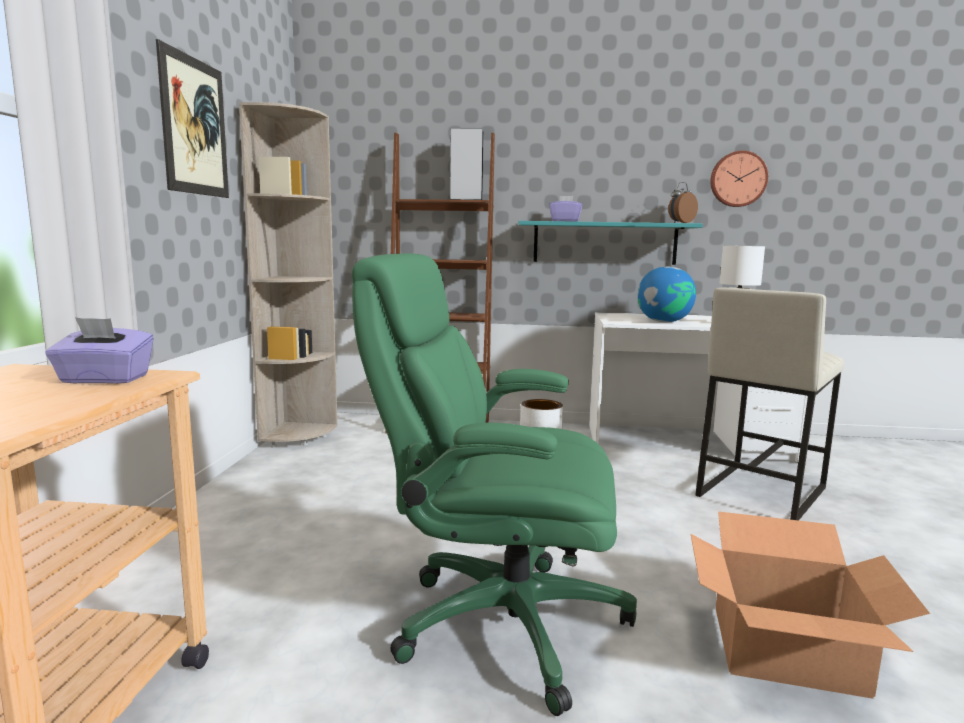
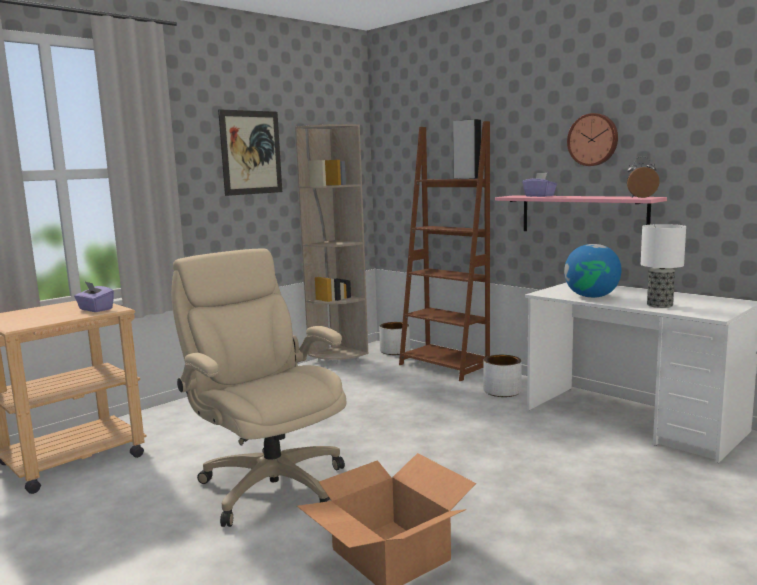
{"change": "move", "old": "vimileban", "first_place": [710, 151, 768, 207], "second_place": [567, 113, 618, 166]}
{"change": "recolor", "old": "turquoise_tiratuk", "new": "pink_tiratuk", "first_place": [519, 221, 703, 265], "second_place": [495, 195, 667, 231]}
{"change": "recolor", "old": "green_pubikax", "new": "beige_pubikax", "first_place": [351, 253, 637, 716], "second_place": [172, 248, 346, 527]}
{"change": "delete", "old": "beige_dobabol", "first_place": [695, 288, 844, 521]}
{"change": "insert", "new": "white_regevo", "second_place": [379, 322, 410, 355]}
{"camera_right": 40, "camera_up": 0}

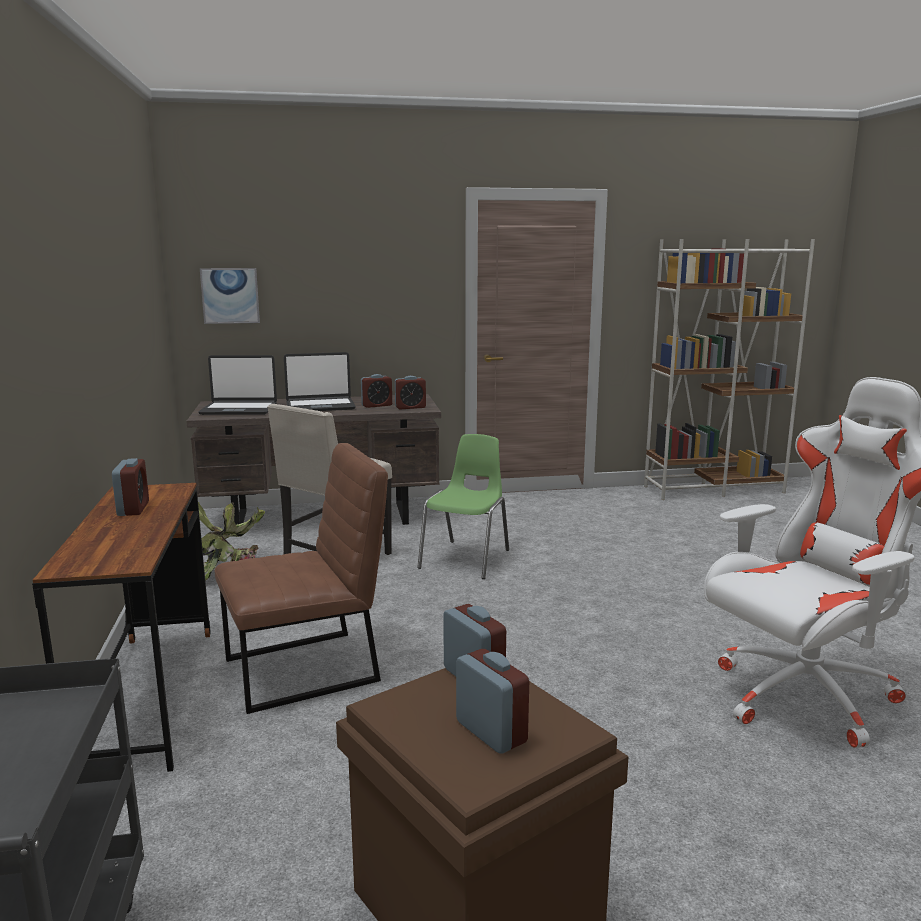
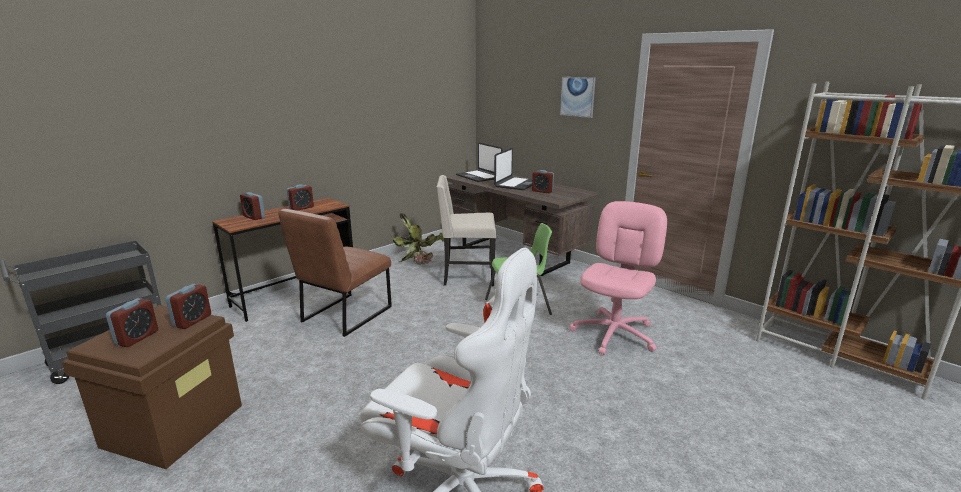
{"change": "move", "old": "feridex", "first_place": [200, 268, 260, 324], "second_place": [560, 77, 596, 118]}
{"change": "rotate", "old": "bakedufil", "first_place": [284, 352, 356, 411], "second_place": [494, 148, 532, 190], "degrees": -105}
{"change": "move", "old": "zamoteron", "first_place": [395, 376, 426, 409], "second_place": [240, 192, 265, 220]}
{"change": "rotate", "old": "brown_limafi", "first_place": [215, 443, 388, 714], "second_place": [278, 209, 392, 337], "degrees": 90}
{"change": "insert", "new": "pink_pubikax", "second_place": [569, 201, 667, 355]}
{"camera_right": 55, "camera_up": 5}

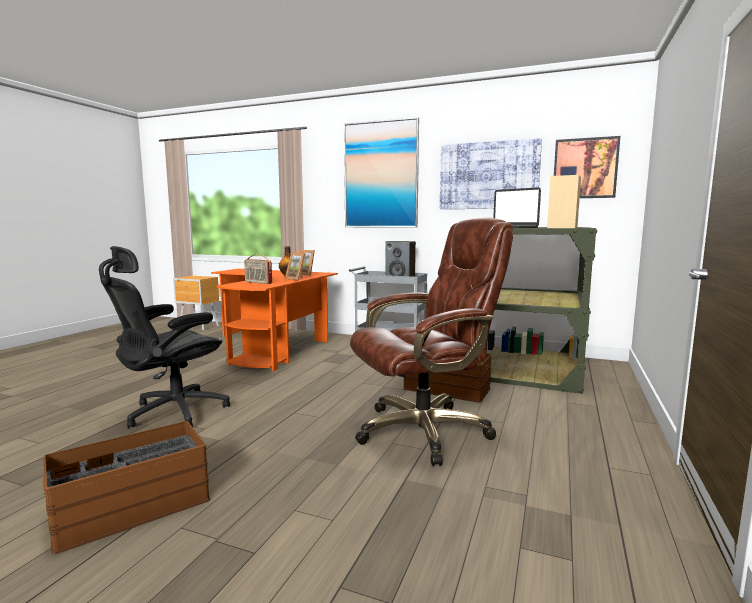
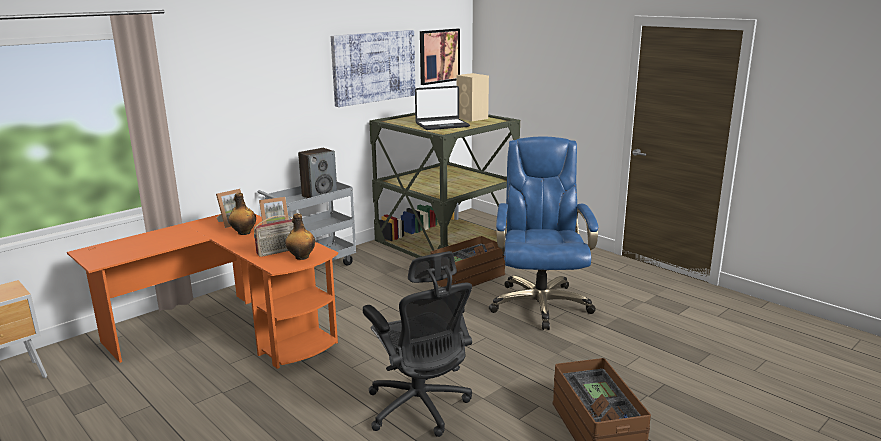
{"change": "delete", "old": "feridex", "first_place": [344, 117, 419, 228]}
{"change": "recolor", "old": "brown_pubikax", "new": "blue_pubikax", "first_place": [350, 217, 513, 466], "second_place": [489, 137, 598, 330]}
{"change": "insert", "new": "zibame", "second_place": [285, 213, 315, 260]}
{"camera_right": -65, "camera_up": 10}

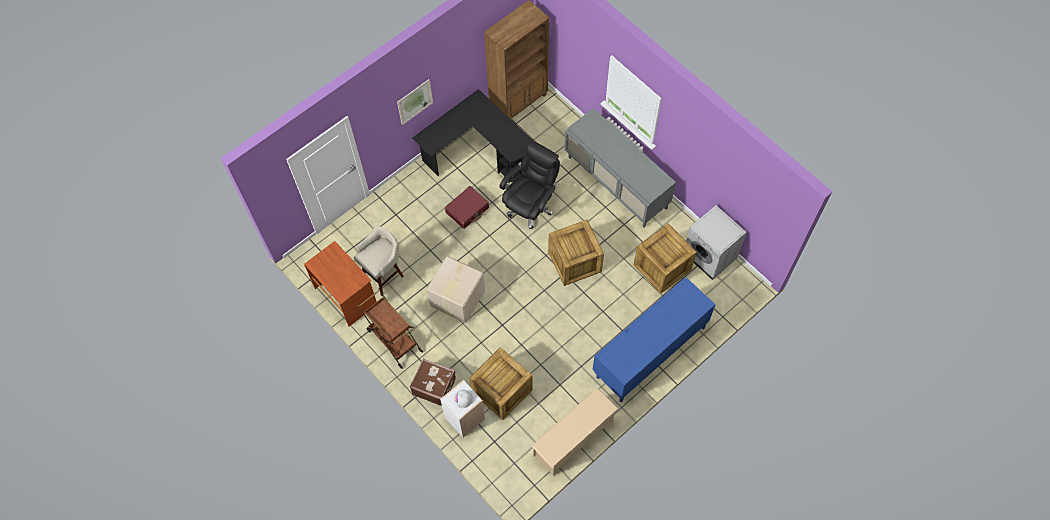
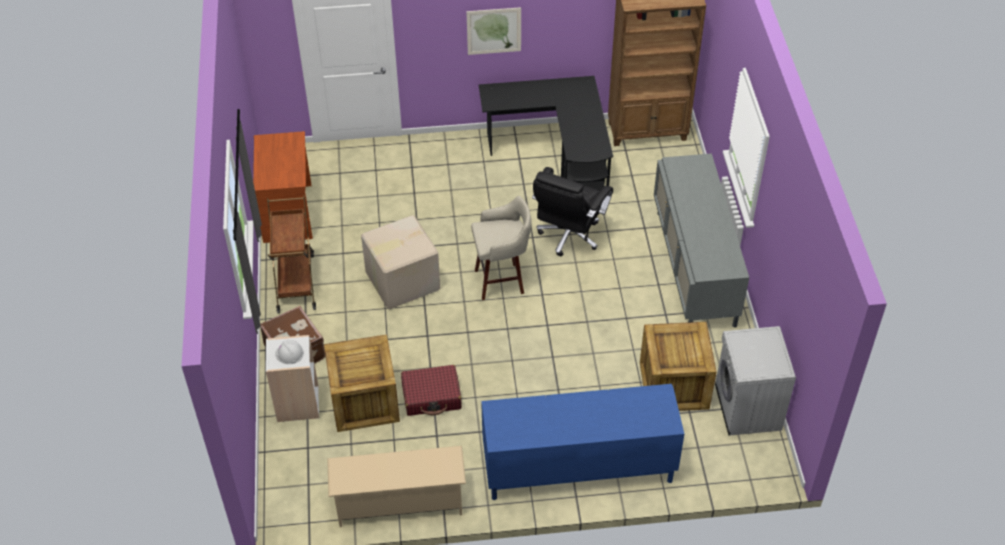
{"change": "rotate", "old": "black_pubikax", "first_place": [499, 141, 560, 229], "second_place": [532, 167, 613, 256], "degrees": 135}
{"change": "move", "old": "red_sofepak", "first_place": [445, 186, 489, 229], "second_place": [401, 365, 462, 416]}
{"change": "delete", "old": "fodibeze", "first_place": [548, 220, 604, 286]}
{"change": "move", "old": "beige_dobabol", "first_place": [354, 225, 404, 296], "second_place": [471, 196, 532, 300]}
{"camera_right": 35, "camera_up": -15}

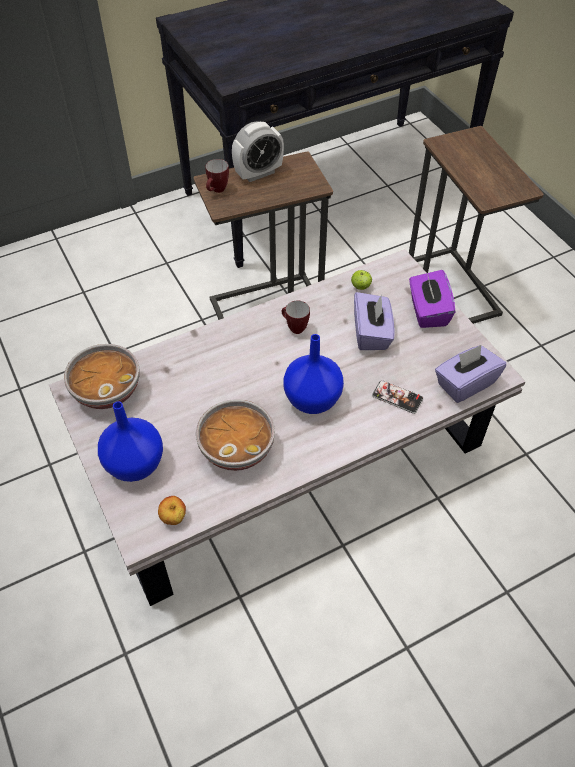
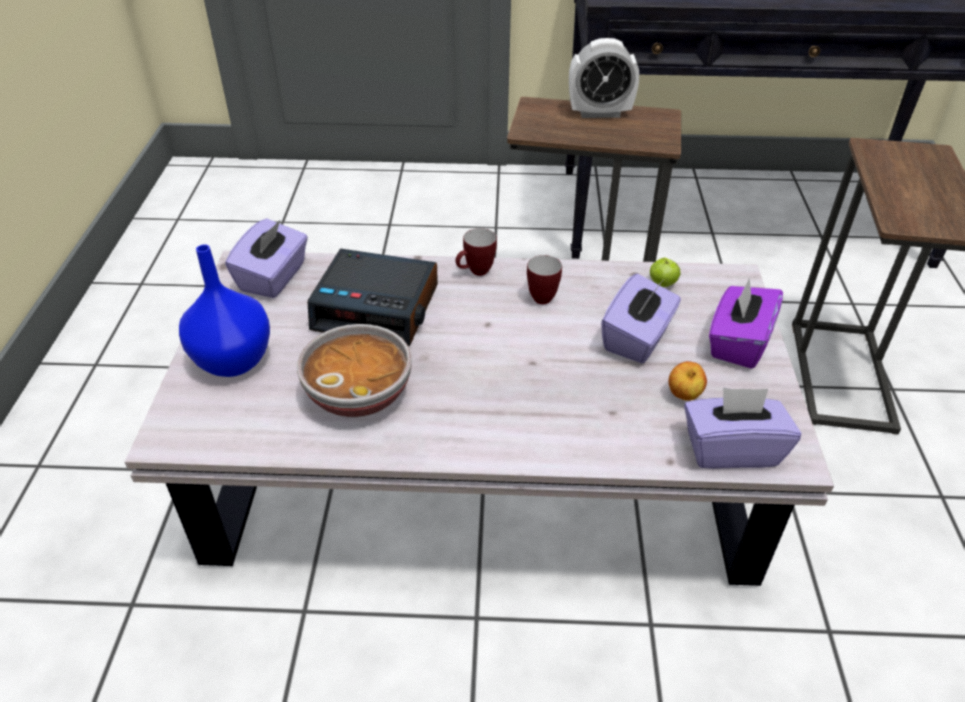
{"change": "move", "old": "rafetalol", "first_place": [205, 159, 229, 193], "second_place": [456, 228, 497, 276]}
{"change": "delete", "old": "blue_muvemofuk", "first_place": [283, 334, 344, 414]}
{"change": "replace", "old": "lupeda", "new": "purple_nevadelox", "first_place": [64, 344, 140, 409], "second_place": [225, 218, 308, 298]}
{"change": "delete", "old": "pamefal", "first_place": [372, 380, 423, 414]}
{"change": "move", "old": "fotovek", "first_place": [158, 496, 186, 525], "second_place": [669, 361, 707, 401]}
{"change": "insert", "new": "zamoteron", "second_place": [307, 249, 438, 346]}
{"camera_right": 30, "camera_up": -10}

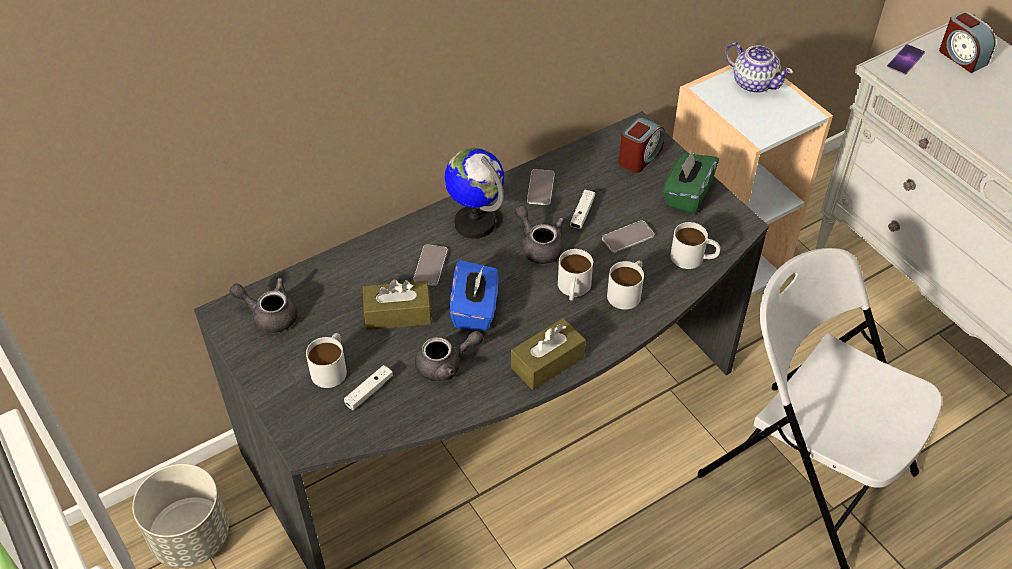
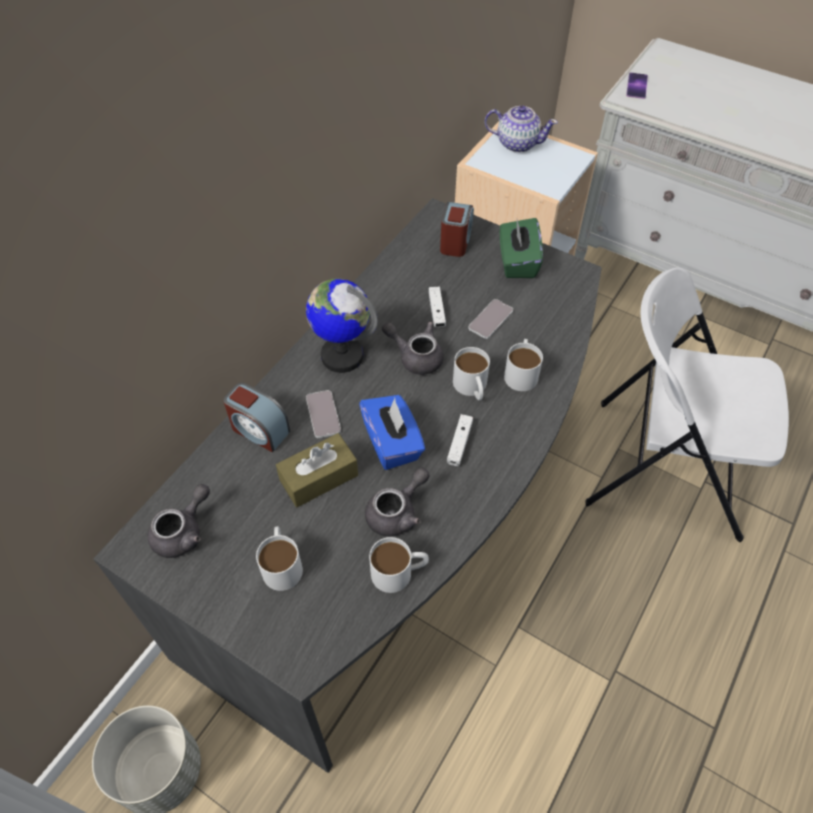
{"change": "move", "old": "zamoteron", "first_place": [939, 11, 995, 73], "second_place": [223, 383, 290, 452]}
{"change": "delete", "old": "pamefal", "first_place": [527, 169, 555, 205]}
{"change": "move", "old": "white_rafetalol", "first_place": [670, 222, 721, 269], "second_place": [369, 537, 429, 593]}
{"change": "rotate", "old": "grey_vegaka", "first_place": [229, 278, 297, 333], "second_place": [148, 484, 210, 558], "degrees": 135}
{"change": "delete", "old": "brown_nevadelox", "first_place": [511, 318, 586, 390]}
{"change": "move", "old": "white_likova", "first_place": [344, 365, 393, 410], "second_place": [447, 414, 473, 466]}
{"camera_right": -25, "camera_up": 5}

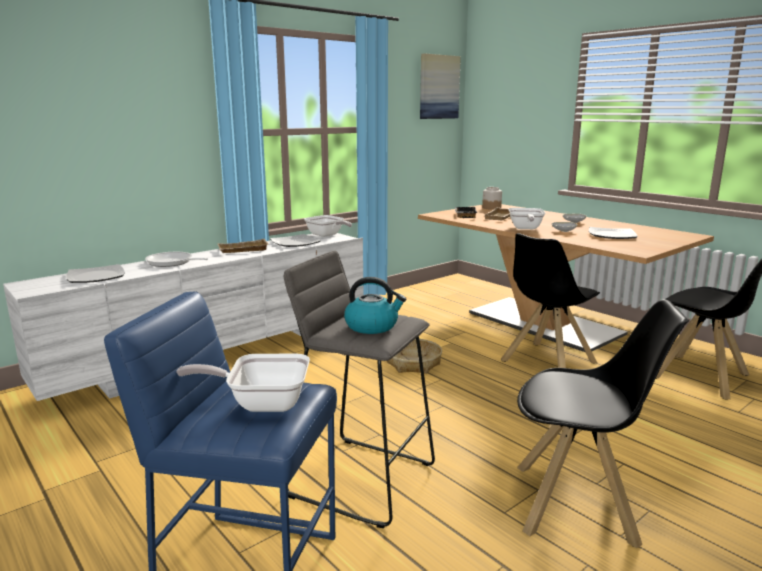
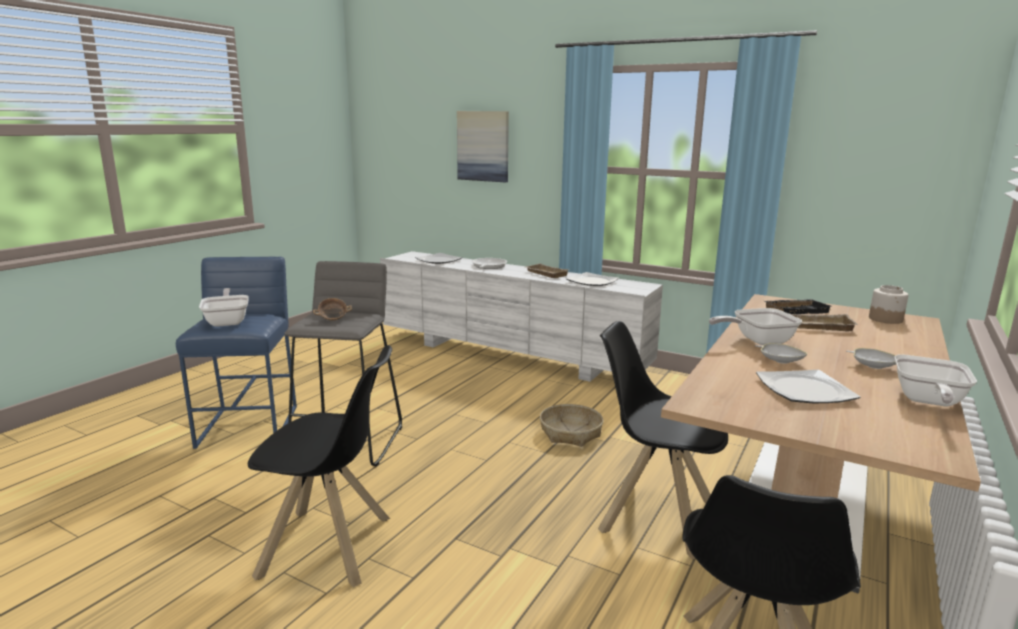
{"change": "move", "old": "feridex", "first_place": [420, 53, 461, 119], "second_place": [457, 111, 509, 183]}
{"change": "move", "old": "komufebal", "first_place": [304, 215, 352, 237], "second_place": [895, 354, 977, 406]}
{"change": "replace", "old": "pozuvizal", "new": "lupeda", "first_place": [344, 277, 406, 334], "second_place": [313, 298, 352, 321]}
{"change": "rotate", "old": "black_limafi", "first_place": [517, 299, 689, 548], "second_place": [248, 345, 392, 587], "degrees": -75}
{"camera_right": 70, "camera_up": 0}

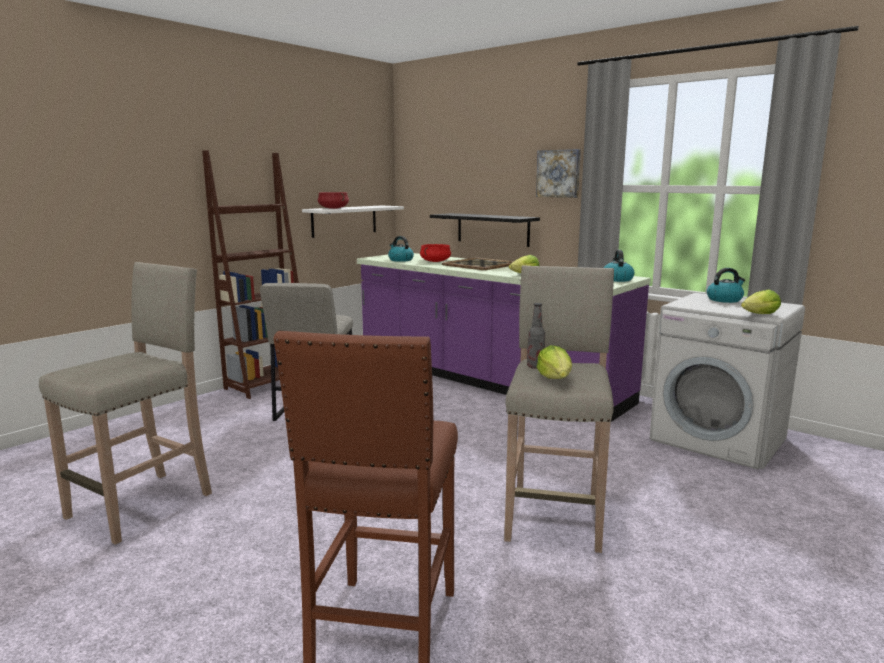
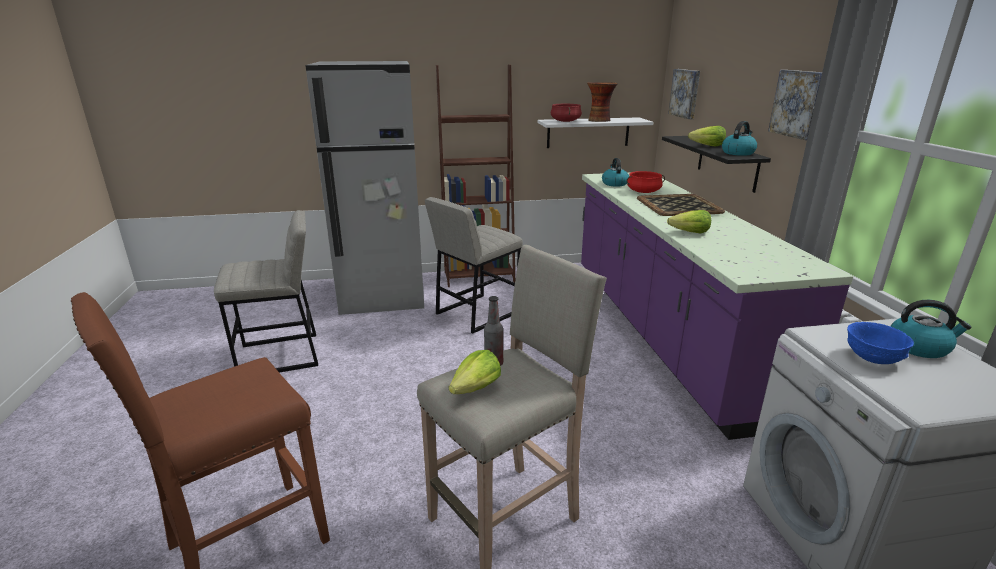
{"change": "move", "old": "pozuvizal", "first_place": [604, 250, 635, 282], "second_place": [722, 121, 757, 156]}
{"change": "replace", "old": "beige_dobabol", "new": "grey_limafi", "first_place": [39, 262, 212, 545], "second_place": [214, 210, 318, 373]}
{"change": "move", "old": "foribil", "first_place": [741, 289, 781, 314], "second_place": [688, 126, 726, 146]}
{"change": "insert", "new": "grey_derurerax", "second_place": [305, 61, 424, 315]}
{"change": "insert", "new": "feridex", "second_place": [668, 69, 700, 119]}
{"change": "insert", "new": "muvemofuk", "second_place": [587, 82, 618, 122]}
{"change": "insert", "new": "blue_lupeda", "second_place": [847, 322, 914, 364]}
{"camera_right": 40, "camera_up": 10}

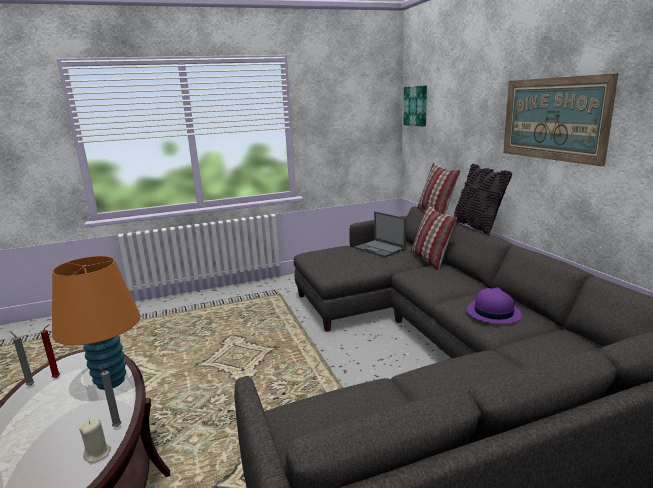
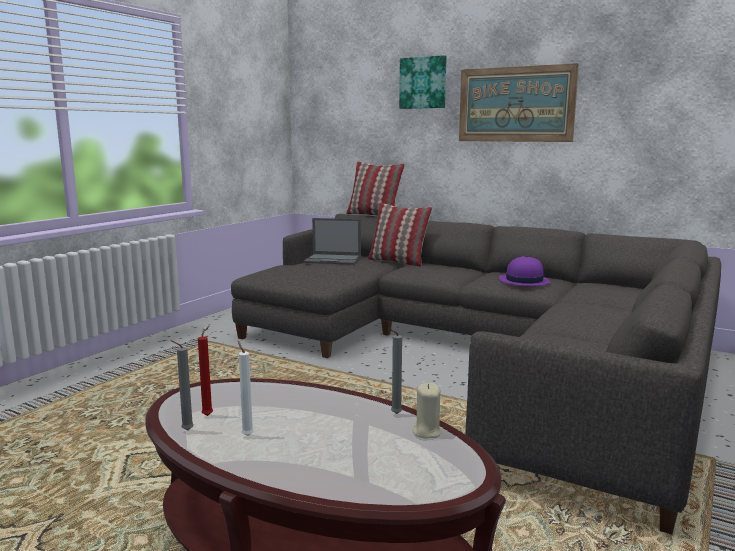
{"change": "move", "old": "feridex", "first_place": [404, 86, 427, 127], "second_place": [399, 55, 447, 109]}
{"change": "delete", "old": "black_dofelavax", "first_place": [454, 164, 512, 235]}
{"change": "delete", "old": "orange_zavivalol", "first_place": [52, 256, 140, 390]}
{"change": "insert", "new": "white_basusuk", "second_place": [238, 341, 254, 436]}
{"camera_right": -40, "camera_up": -5}

